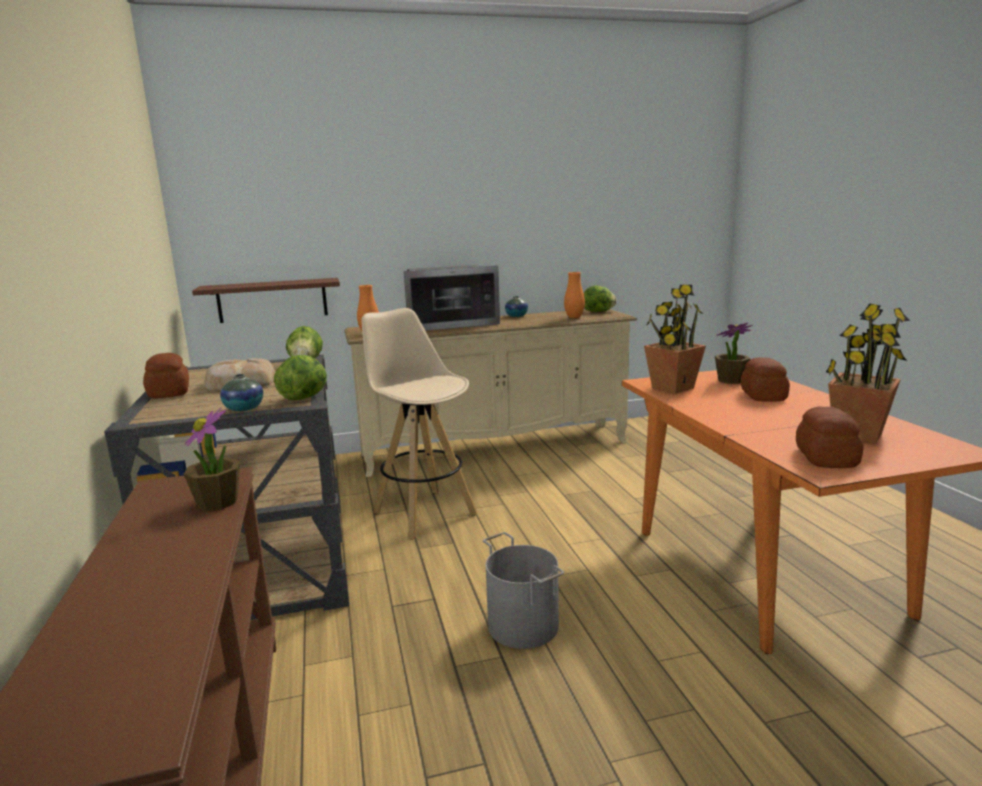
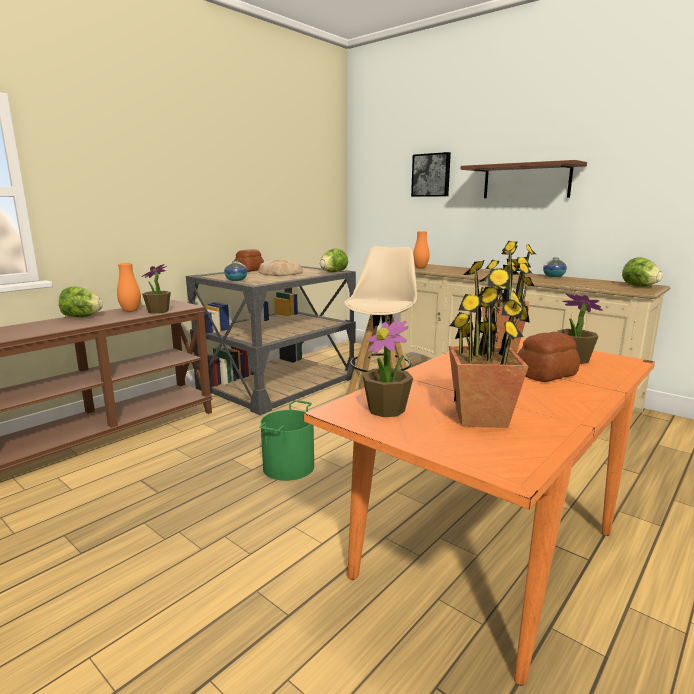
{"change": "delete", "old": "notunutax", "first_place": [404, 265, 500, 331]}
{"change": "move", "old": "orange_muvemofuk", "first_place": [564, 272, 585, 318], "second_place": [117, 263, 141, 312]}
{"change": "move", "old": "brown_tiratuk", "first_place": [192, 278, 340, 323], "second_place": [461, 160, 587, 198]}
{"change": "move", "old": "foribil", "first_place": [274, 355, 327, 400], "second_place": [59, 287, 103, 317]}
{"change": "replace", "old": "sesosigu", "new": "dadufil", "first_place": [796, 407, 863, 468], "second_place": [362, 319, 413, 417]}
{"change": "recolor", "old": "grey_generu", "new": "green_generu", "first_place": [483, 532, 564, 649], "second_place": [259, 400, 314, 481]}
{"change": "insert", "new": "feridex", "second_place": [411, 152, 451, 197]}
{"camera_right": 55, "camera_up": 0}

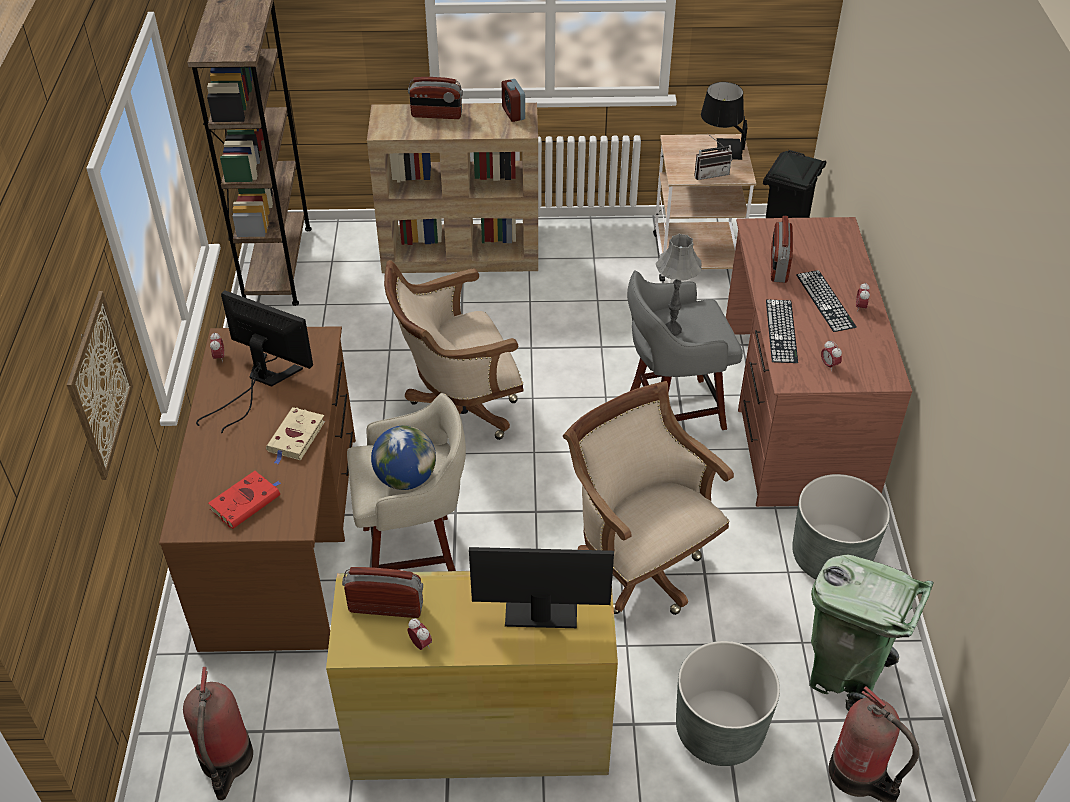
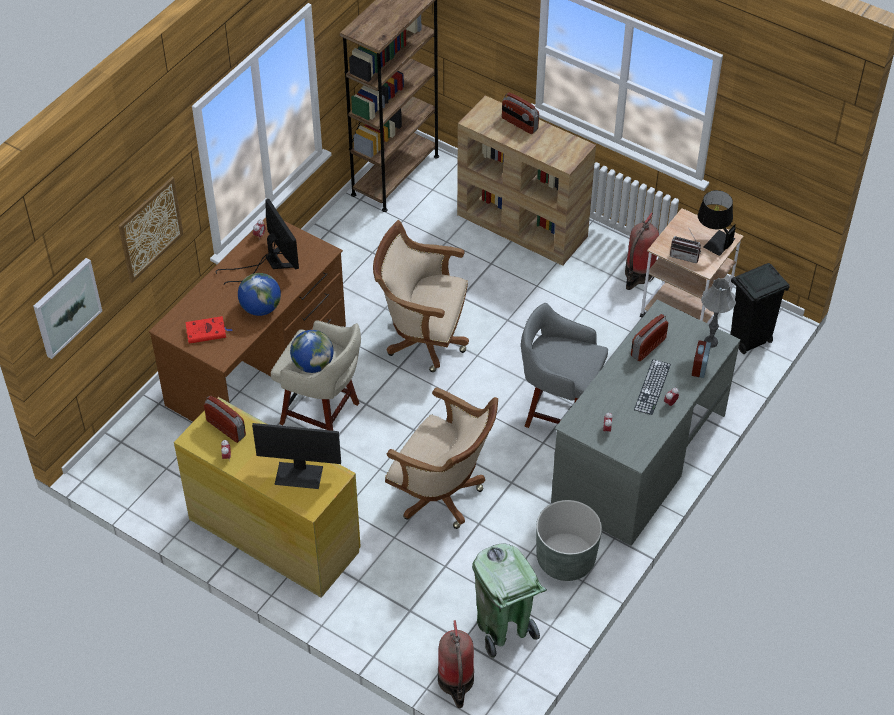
{"change": "move", "old": "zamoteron", "first_place": [502, 79, 525, 122], "second_place": [692, 340, 711, 378]}
{"change": "recolor", "old": "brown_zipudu", "new": "grey_zipudu", "first_place": [726, 217, 912, 507], "second_place": [551, 300, 741, 546]}
{"change": "move", "old": "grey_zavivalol", "first_place": [656, 234, 702, 336], "second_place": [701, 278, 736, 348]}
{"change": "delete", "old": "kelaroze", "first_place": [766, 299, 798, 363]}
{"change": "rotate", "old": "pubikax", "first_place": [563, 381, 734, 615], "second_place": [385, 387, 498, 529], "degrees": 120}
{"change": "replace", "old": "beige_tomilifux", "new": "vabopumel", "first_place": [266, 407, 325, 464], "second_place": [238, 273, 281, 316]}
{"change": "rotate", "old": "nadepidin", "first_place": [469, 547, 614, 628], "second_place": [252, 423, 341, 489], "degrees": 150}
{"change": "delete", "old": "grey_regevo", "first_place": [676, 641, 780, 766]}
{"change": "move", "old": "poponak", "first_place": [183, 667, 253, 800], "second_place": [625, 212, 659, 290]}
{"change": "insert", "new": "feridex", "second_place": [33, 258, 102, 359]}
{"camera_right": 35, "camera_up": 5}

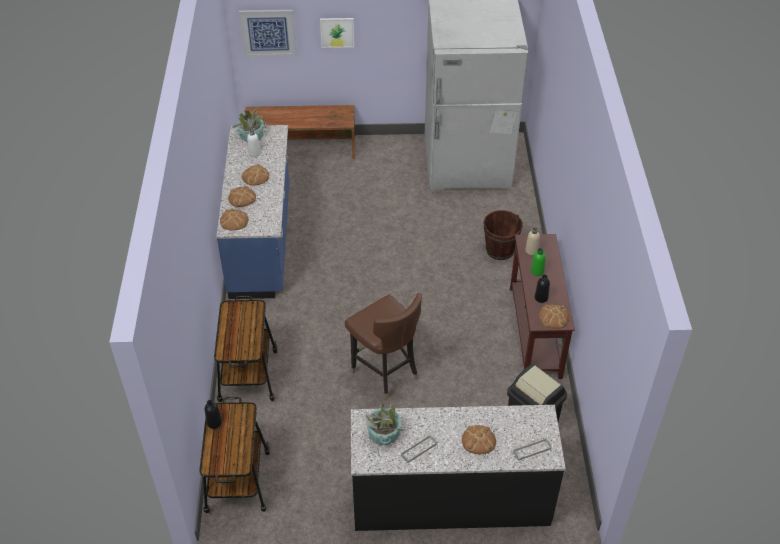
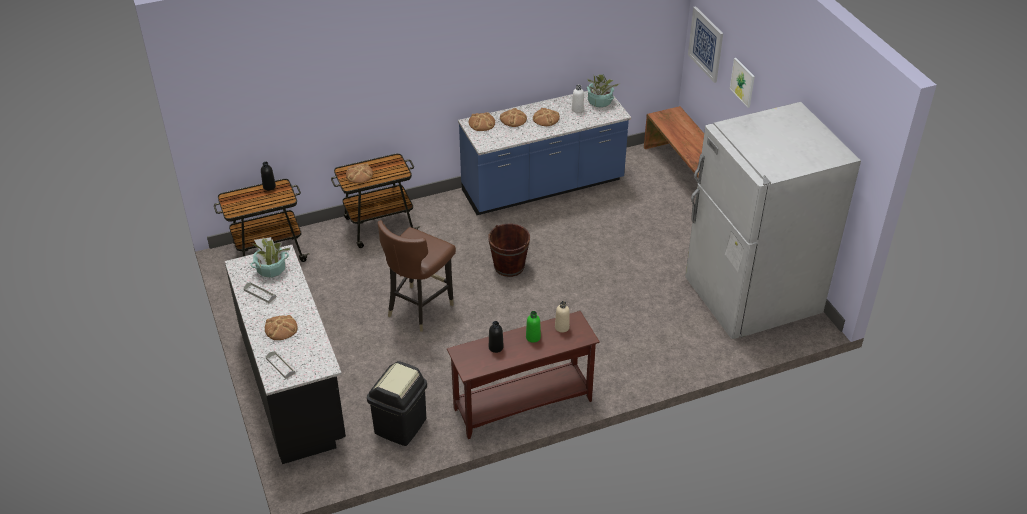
{"change": "move", "old": "brown_generu", "first_place": [483, 210, 523, 260], "second_place": [488, 224, 530, 277]}
{"change": "move", "old": "sesosigu", "first_place": [539, 304, 570, 329], "second_place": [346, 163, 373, 183]}
{"camera_right": 70, "camera_up": -5}

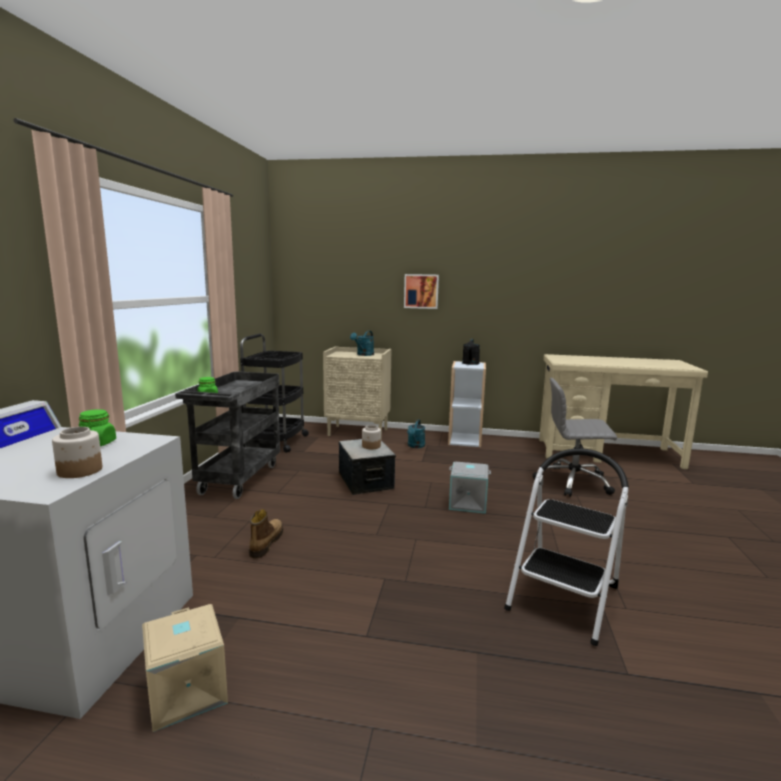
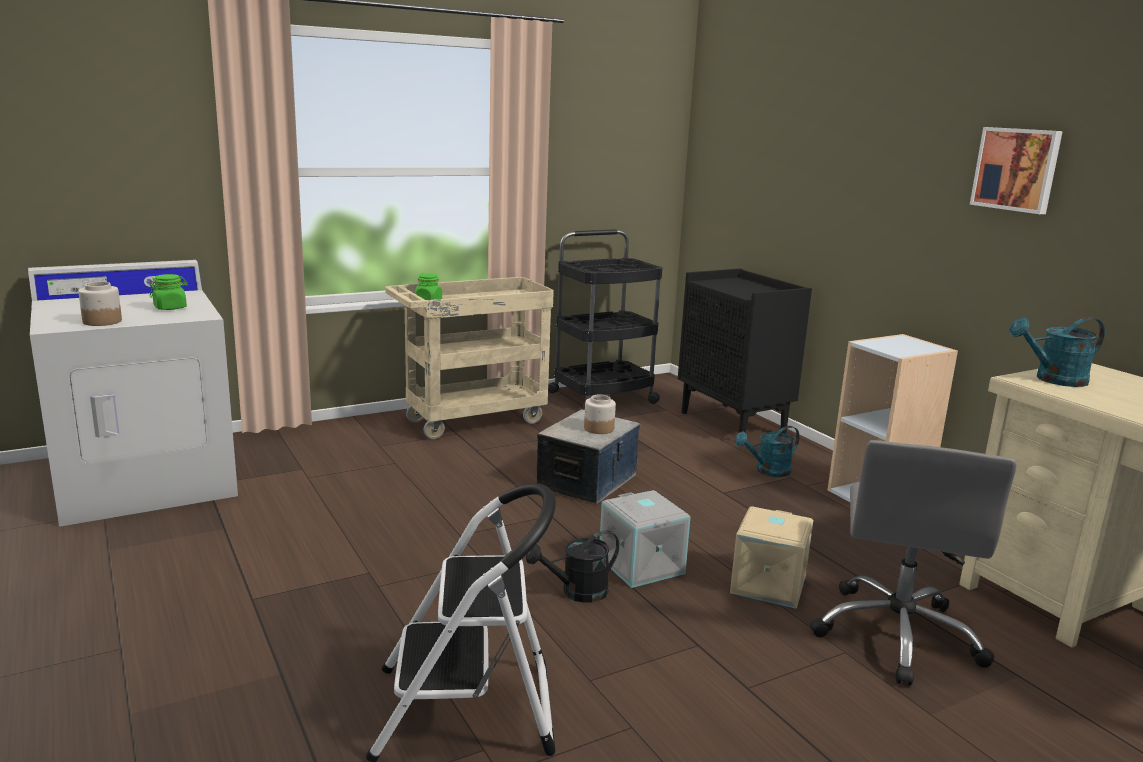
{"change": "move", "old": "feridex", "first_place": [404, 274, 439, 309], "second_place": [970, 127, 1063, 214]}
{"change": "move", "old": "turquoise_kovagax", "first_place": [350, 331, 374, 356], "second_place": [1009, 317, 1105, 387]}
{"change": "move", "old": "black_kovagax", "first_place": [462, 339, 480, 365], "second_place": [526, 530, 619, 603]}
{"change": "recolor", "old": "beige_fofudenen", "new": "black_fofudenen", "first_place": [323, 346, 392, 438], "second_place": [678, 268, 812, 434]}
{"change": "recolor", "old": "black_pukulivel", "new": "beige_pukulivel", "first_place": [175, 371, 280, 499], "second_place": [385, 277, 554, 439]}
{"change": "rotate", "old": "grey_pubikax", "first_place": [532, 378, 617, 497], "second_place": [810, 440, 1017, 686], "degrees": -135}
{"change": "delete", "old": "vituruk", "first_place": [249, 509, 283, 558]}
{"change": "move", "old": "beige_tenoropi", "first_place": [142, 604, 228, 732], "second_place": [730, 506, 813, 609]}
{"camera_right": 50, "camera_up": 5}

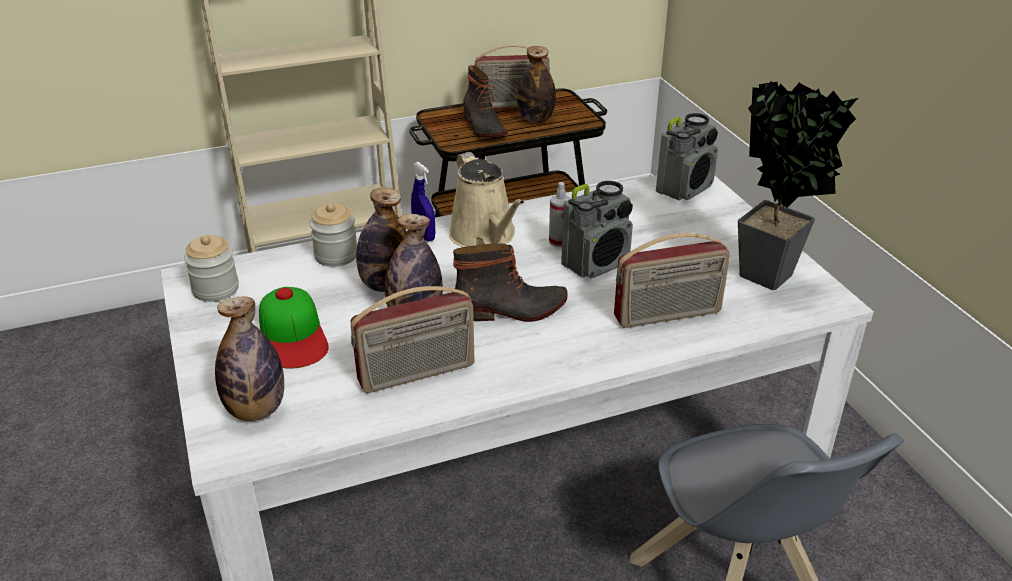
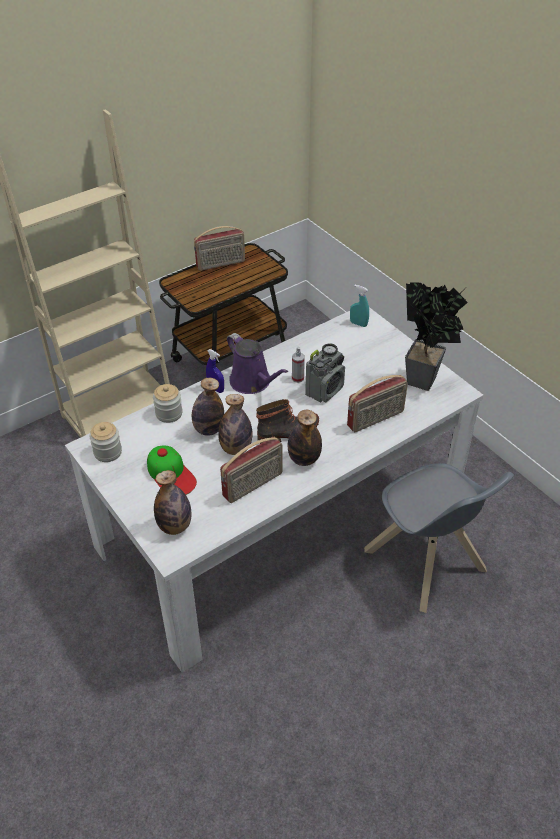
{"change": "move", "old": "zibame", "first_place": [517, 46, 556, 123], "second_place": [288, 410, 322, 466]}
{"change": "delete", "old": "vituruk", "first_place": [463, 65, 508, 138]}
{"change": "replace", "old": "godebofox", "new": "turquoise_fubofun", "first_place": [656, 113, 718, 200], "second_place": [350, 285, 369, 327]}
{"change": "recolor", "old": "beige_kovagax", "new": "purple_kovagax", "first_place": [449, 152, 524, 247], "second_place": [227, 333, 288, 394]}
{"camera_right": -15, "camera_up": 10}

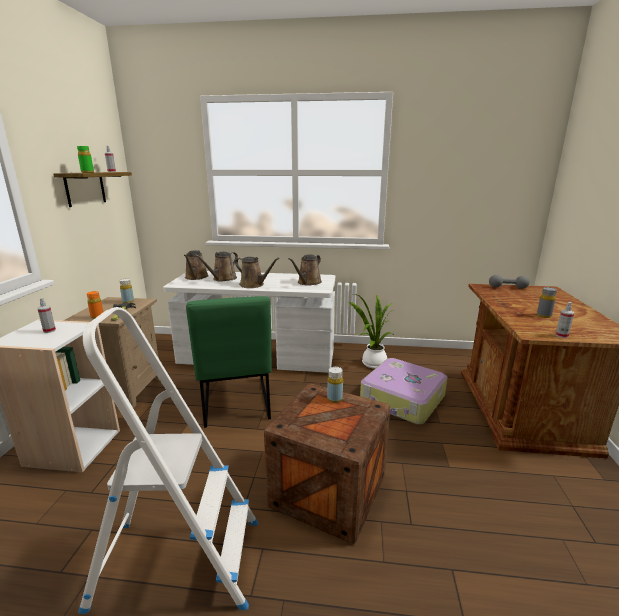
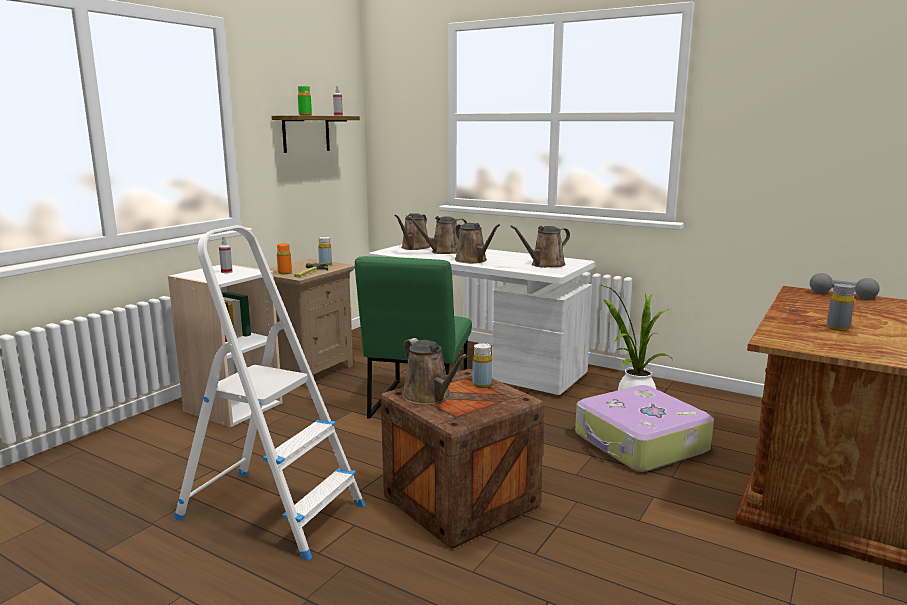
{"change": "delete", "old": "fubofun", "first_place": [555, 302, 574, 338]}
{"change": "insert", "new": "brown_kovagax", "second_place": [402, 338, 468, 405]}
{"camera_right": 25, "camera_up": -5}

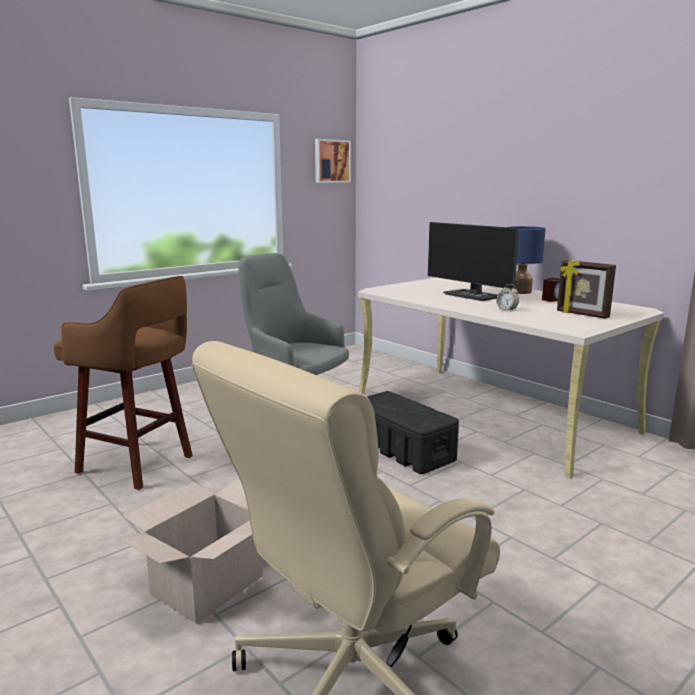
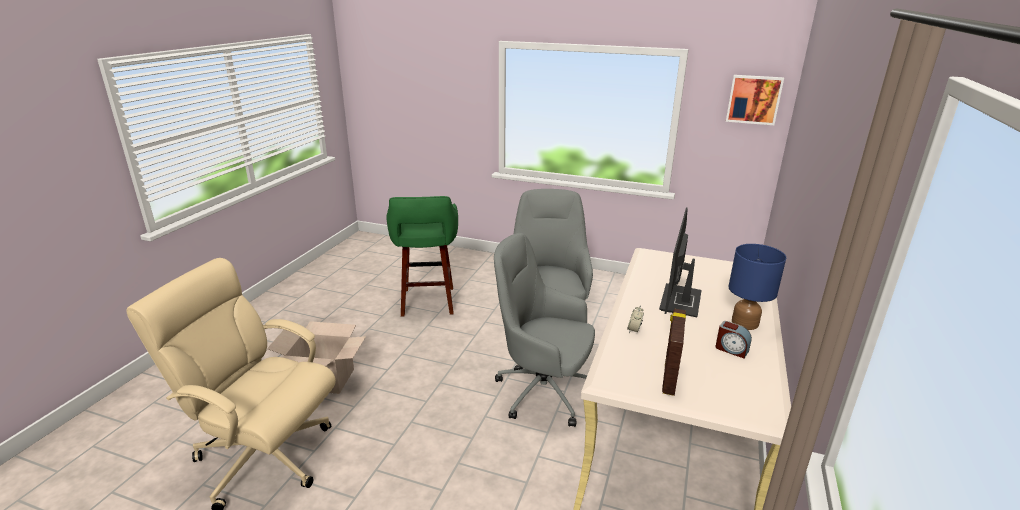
{"change": "recolor", "old": "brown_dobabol", "new": "green_dobabol", "first_place": [54, 276, 193, 490], "second_place": [386, 196, 458, 317]}
{"change": "replace", "old": "black_tenoropi", "new": "grey_pubikax", "first_place": [367, 391, 459, 474], "second_place": [494, 233, 595, 427]}
{"camera_right": 60, "camera_up": 10}

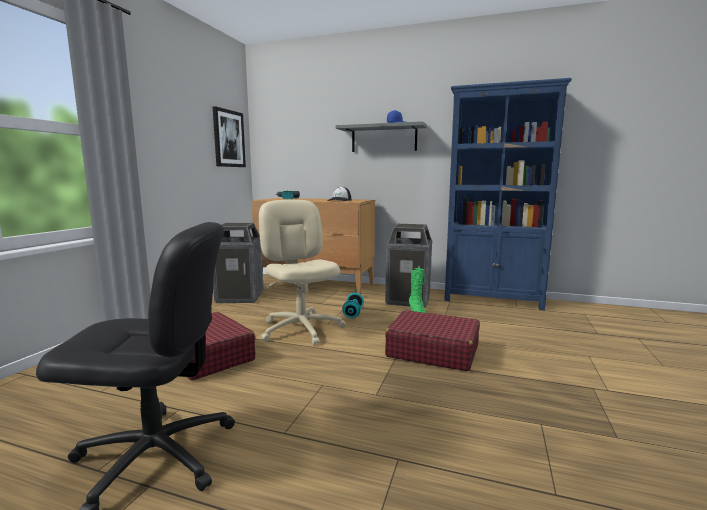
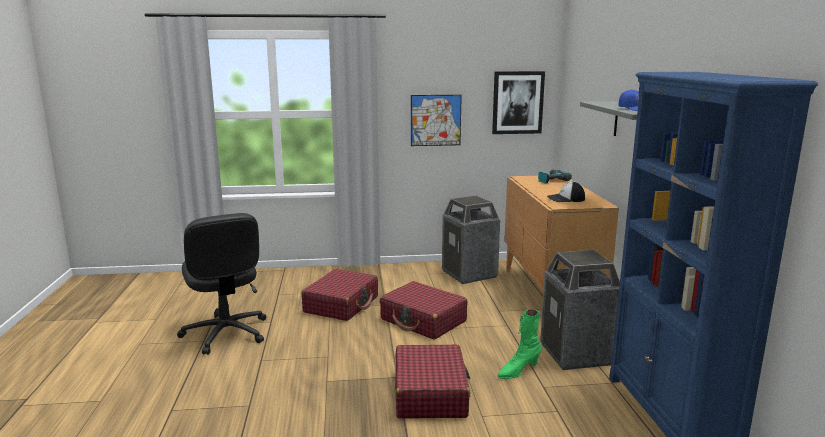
{"change": "replace", "old": "beige_pubikax", "new": "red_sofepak", "first_place": [259, 200, 346, 345], "second_place": [380, 281, 467, 340]}
{"change": "delete", "old": "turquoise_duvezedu", "first_place": [342, 293, 364, 318]}
{"change": "insert", "new": "feridex", "second_place": [411, 95, 462, 146]}
{"camera_right": 65, "camera_up": 5}

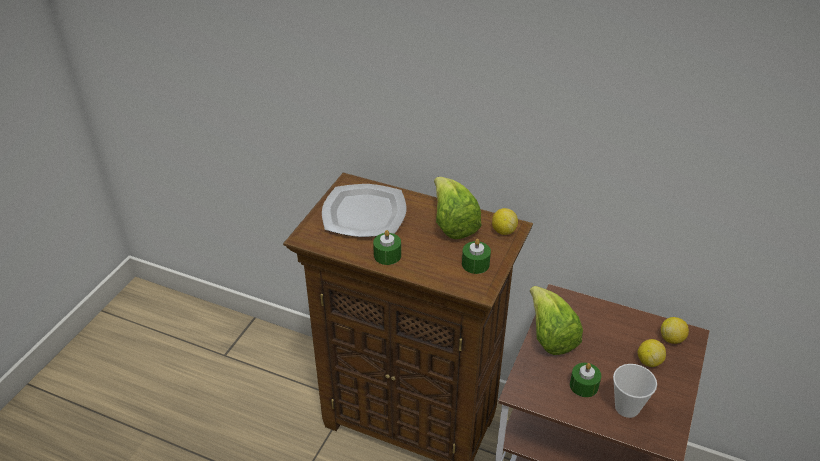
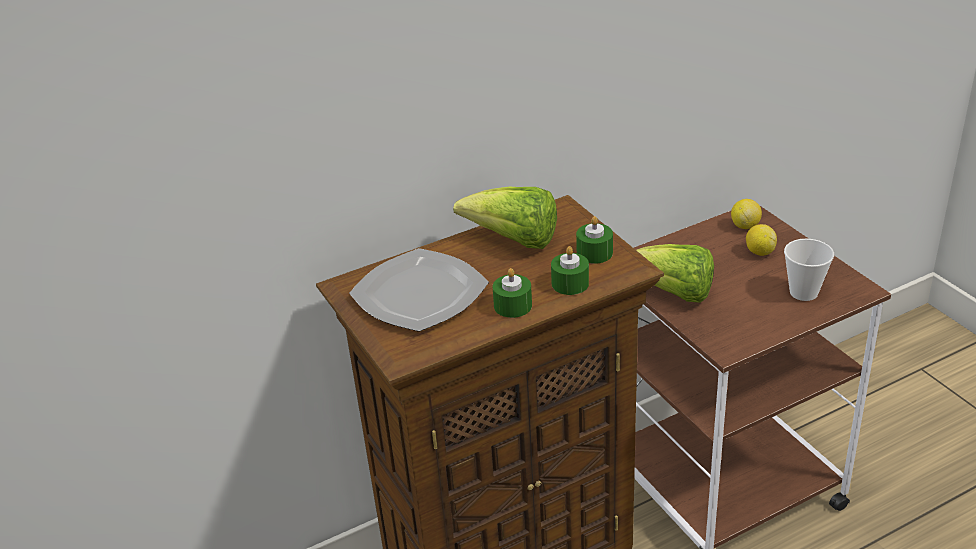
{"change": "delete", "old": "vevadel", "first_place": [492, 208, 518, 235]}
{"change": "move", "old": "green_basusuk", "first_place": [570, 363, 601, 397], "second_place": [551, 246, 589, 295]}
{"camera_right": -50, "camera_up": -5}

